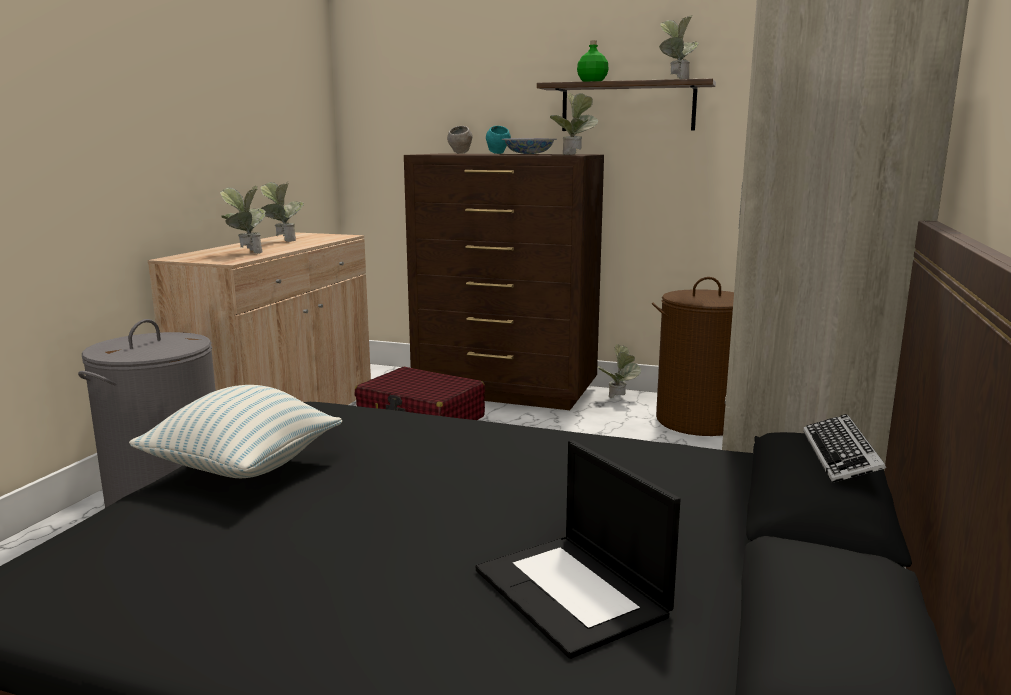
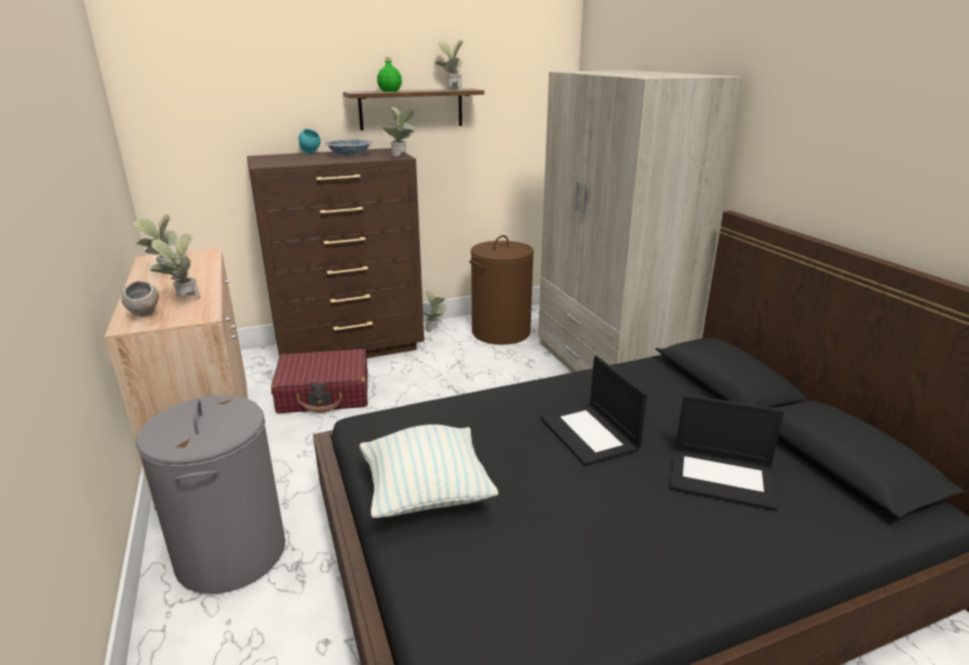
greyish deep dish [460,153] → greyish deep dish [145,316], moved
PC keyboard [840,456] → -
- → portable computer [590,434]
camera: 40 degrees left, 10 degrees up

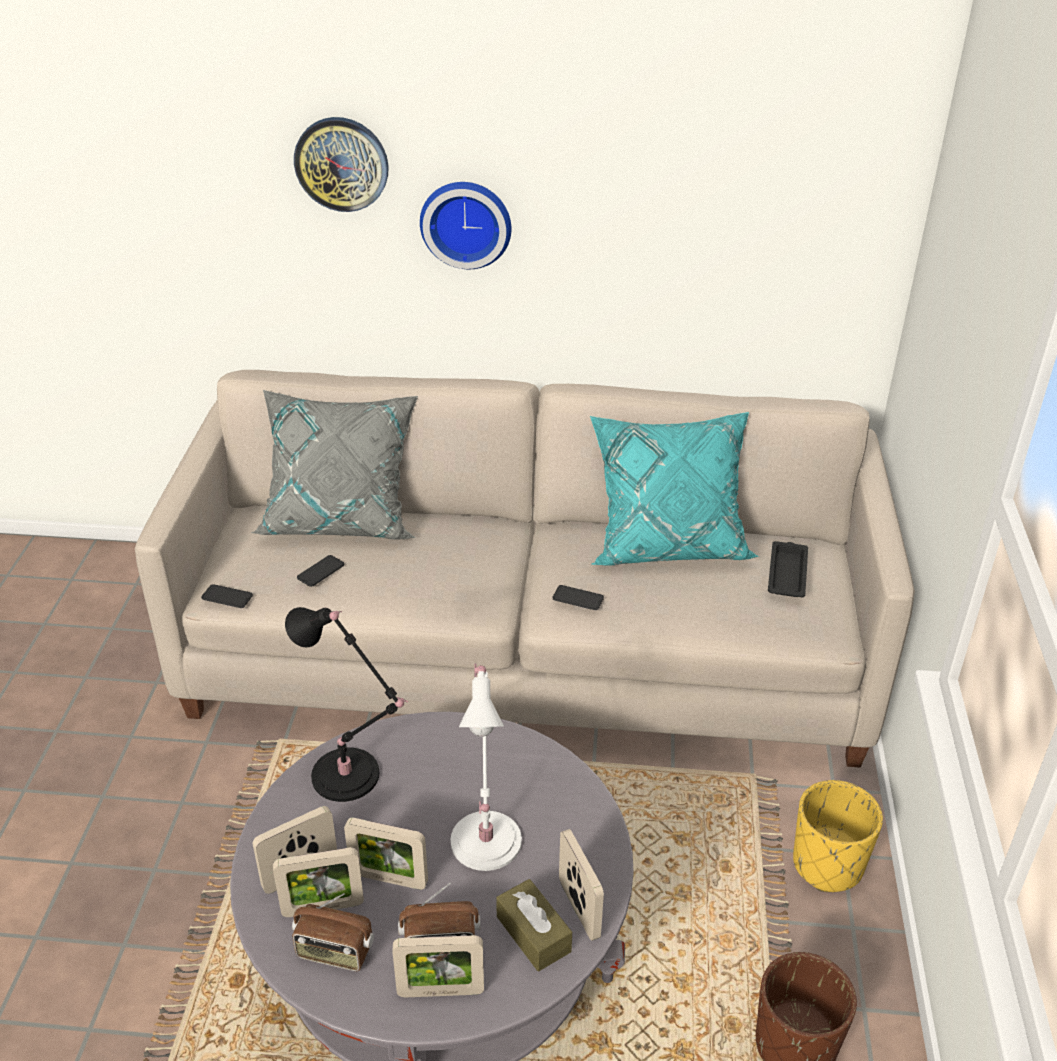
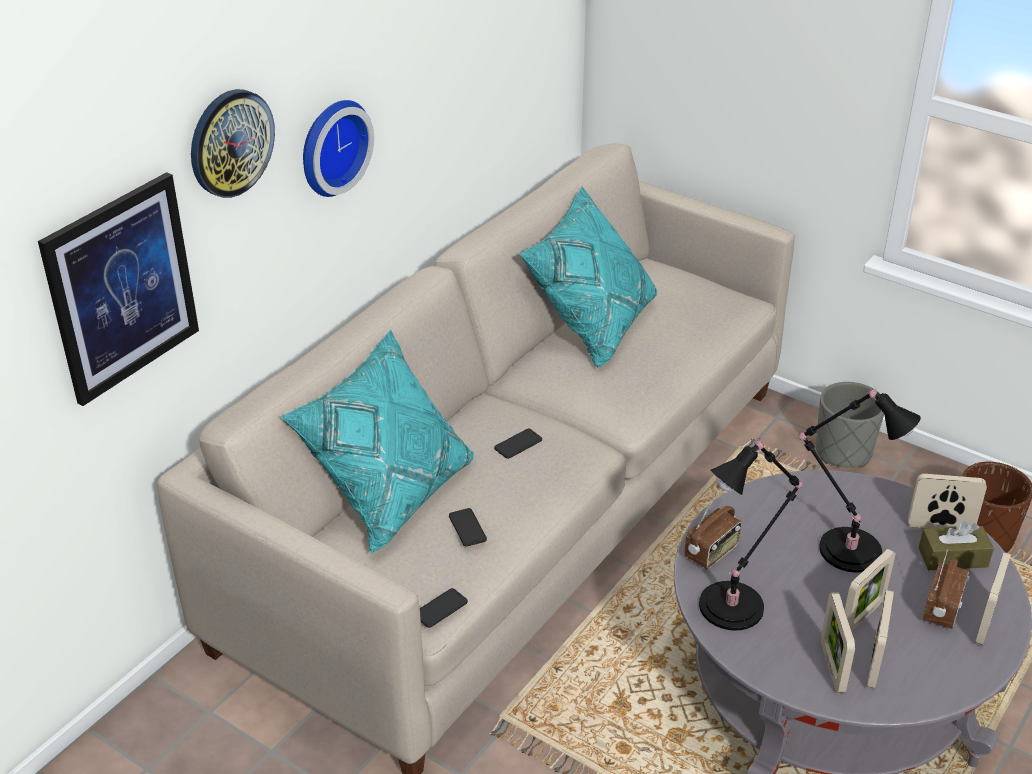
greyish throw pillow [341,518] → turquoise throw pillow [389,491]
black-coloured serving tray [787,573] → -
handset [578,598] → handset [518,444], moved
whitish lamp for a table [486,836] → black-coloured lamp for a table [845,548]
yellow-coloured plant pot [827,865] → greyish plant pot [843,452]
radio set [334,953] → radio set [712,553], moved
- → picture [121,288]
camera: 60 degrees left, 0 degrees up

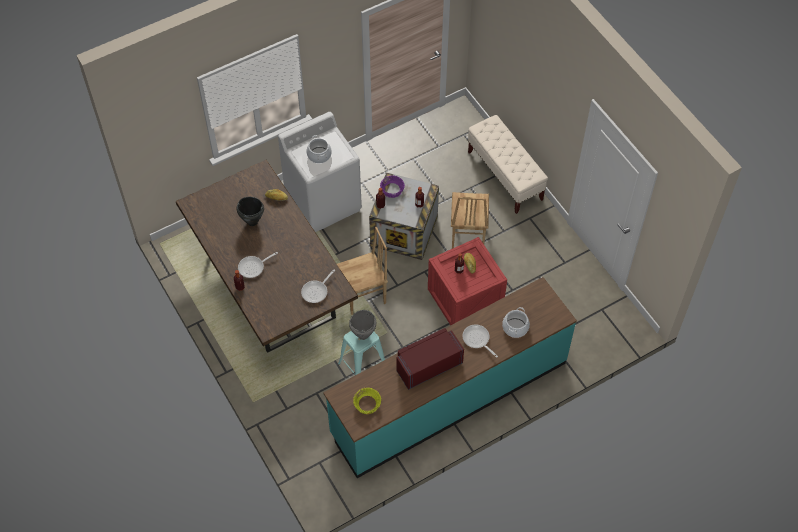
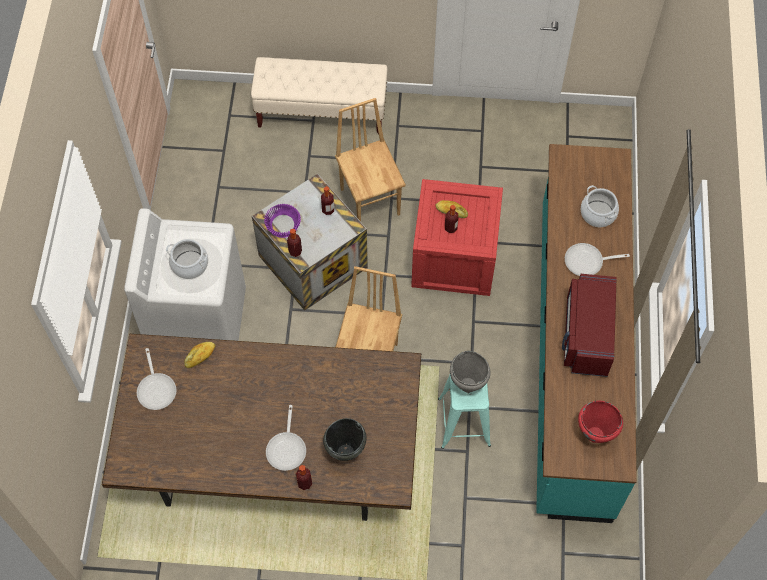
brown upright chair [467,235] → brown upright chair [371,201], 150 degrees counterclockwise
black-coloured saucepot [252,221] → black-coloured saucepot [345,452], moved
skillet [316,291] → skillet [156,389], moved
yellow-coloured deep dish [367,404] → red saucepot [595,435]
camera: 55 degrees left, 5 degrees up

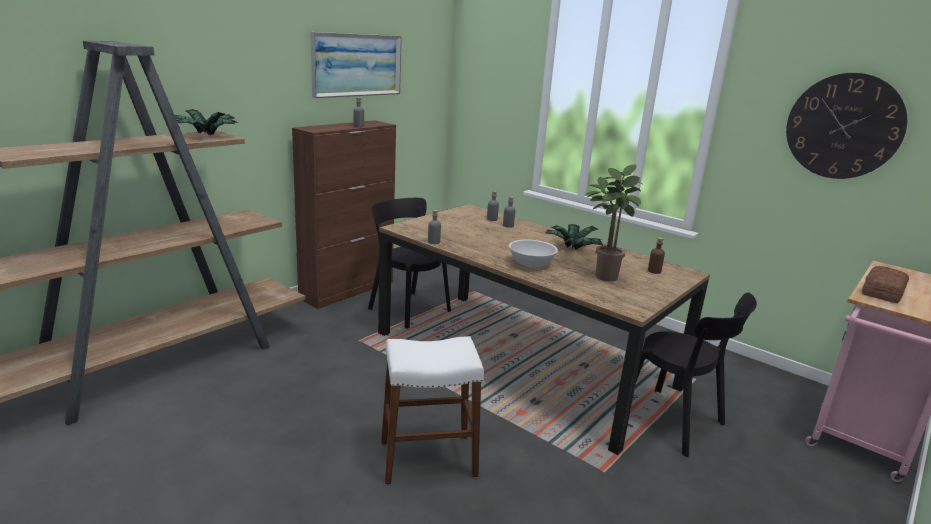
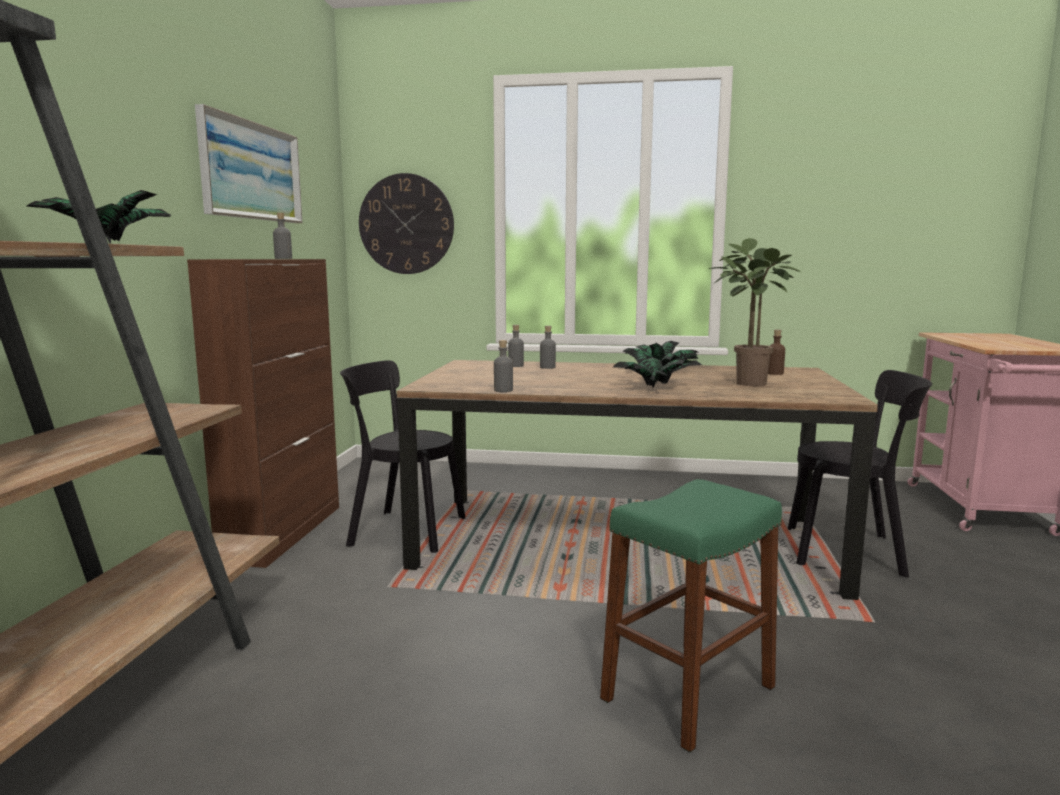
clock on the wall [843,126] → clock on the wall [406,224], moved
whitish deep dish [531,264] → houseplant [657,387]
bakery bread [881,291] → -
whitish stool seat [427,458] → green stool seat [688,693]
camera: 30 degrees left, 10 degrees down

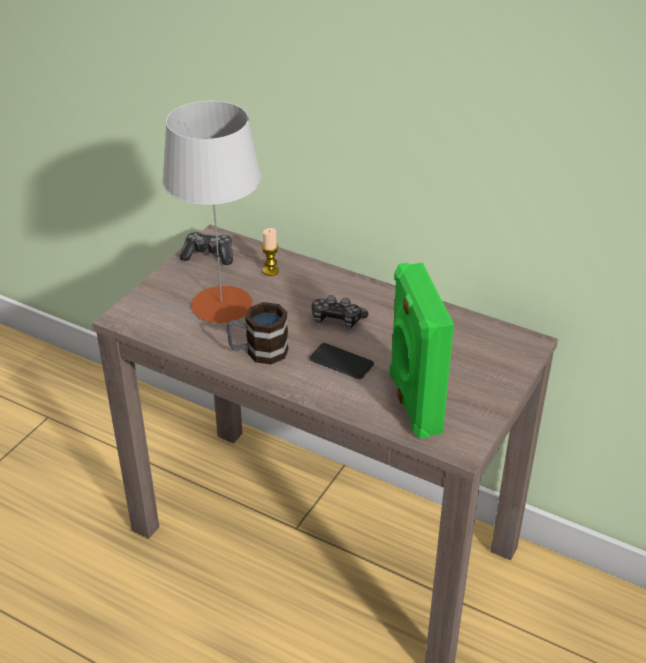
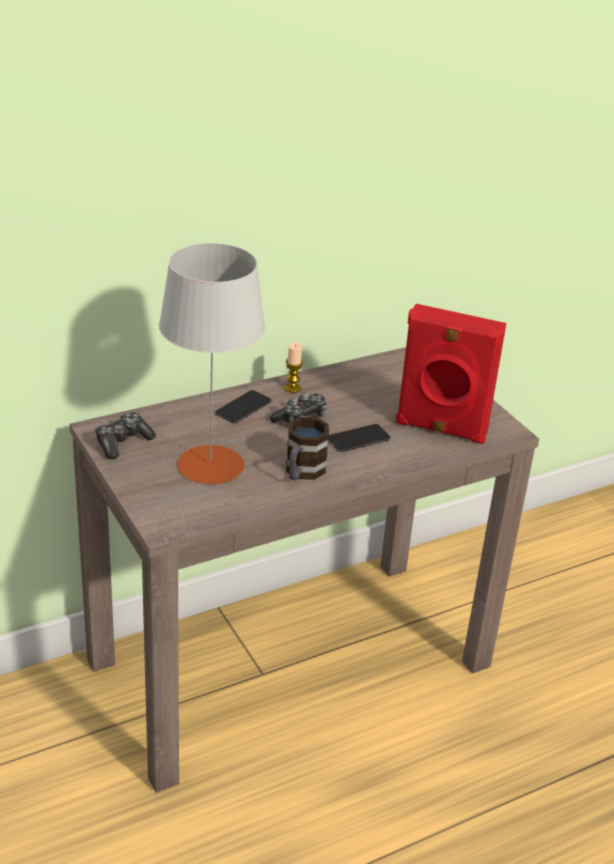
wax light [270,271] → wax light [292,388], moved
green speaker [412,403] → red speaker [440,429]
- → handset [243,407]
camera: 60 degrees left, 5 degrees down

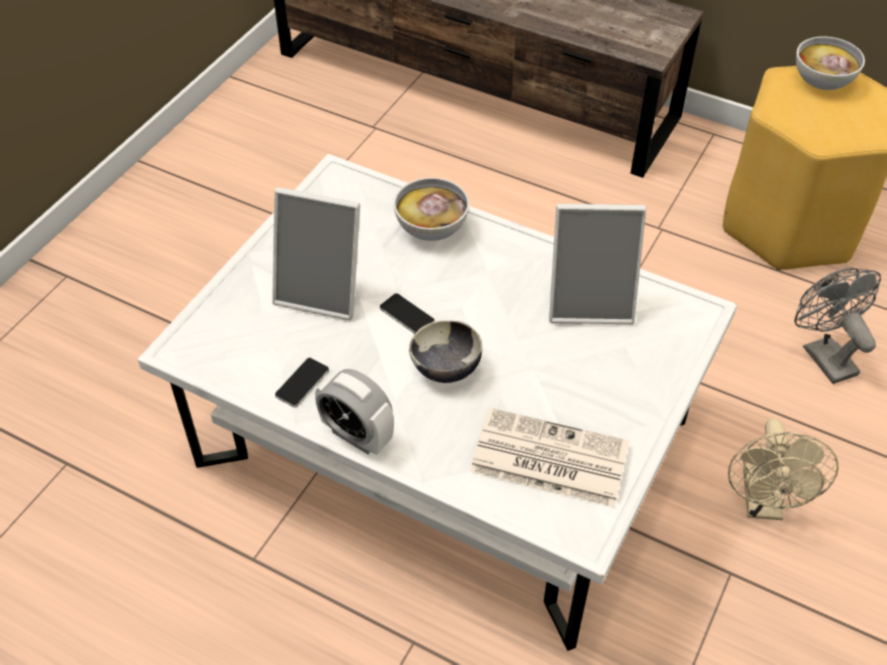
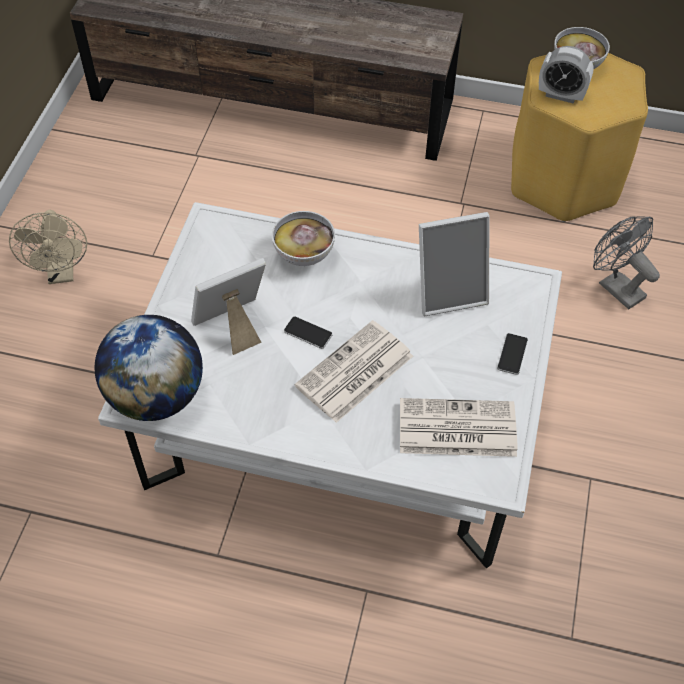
photo frame [323,291] → photo frame [232,327], 150 degrees clockwise
deep dish [446,369] → printed paper [354,373]
handset [302,383] → handset [512,354], moved
alarm clock [357,435] → alarm clock [561,95], moved
beige electric fan [763,504] → beige electric fan [62,273], moved
- → world globe [156,396]
camera: 15 degrees left, 5 degrees up

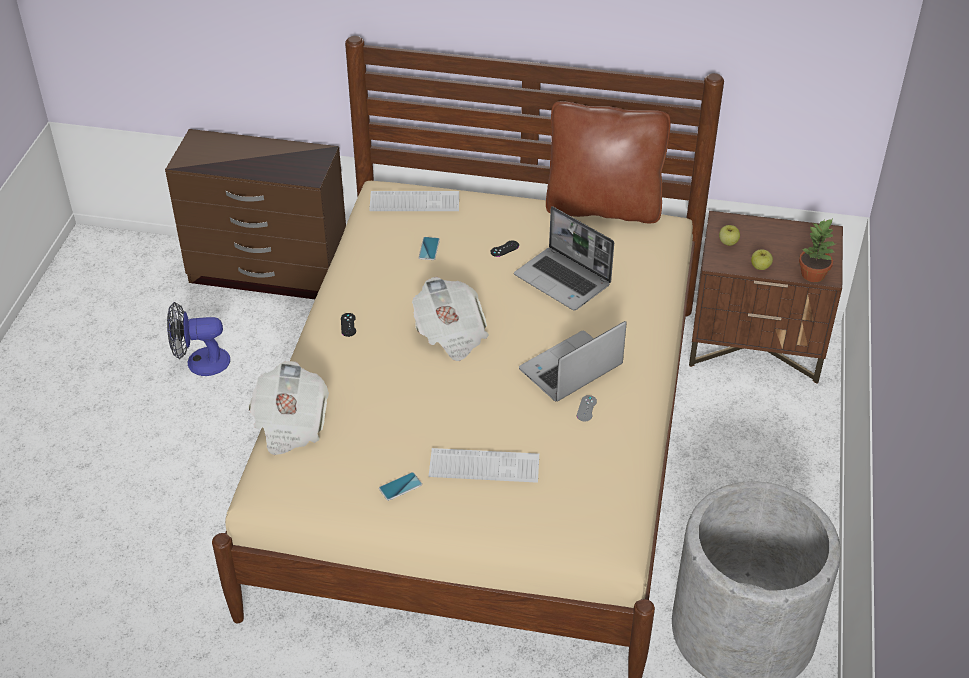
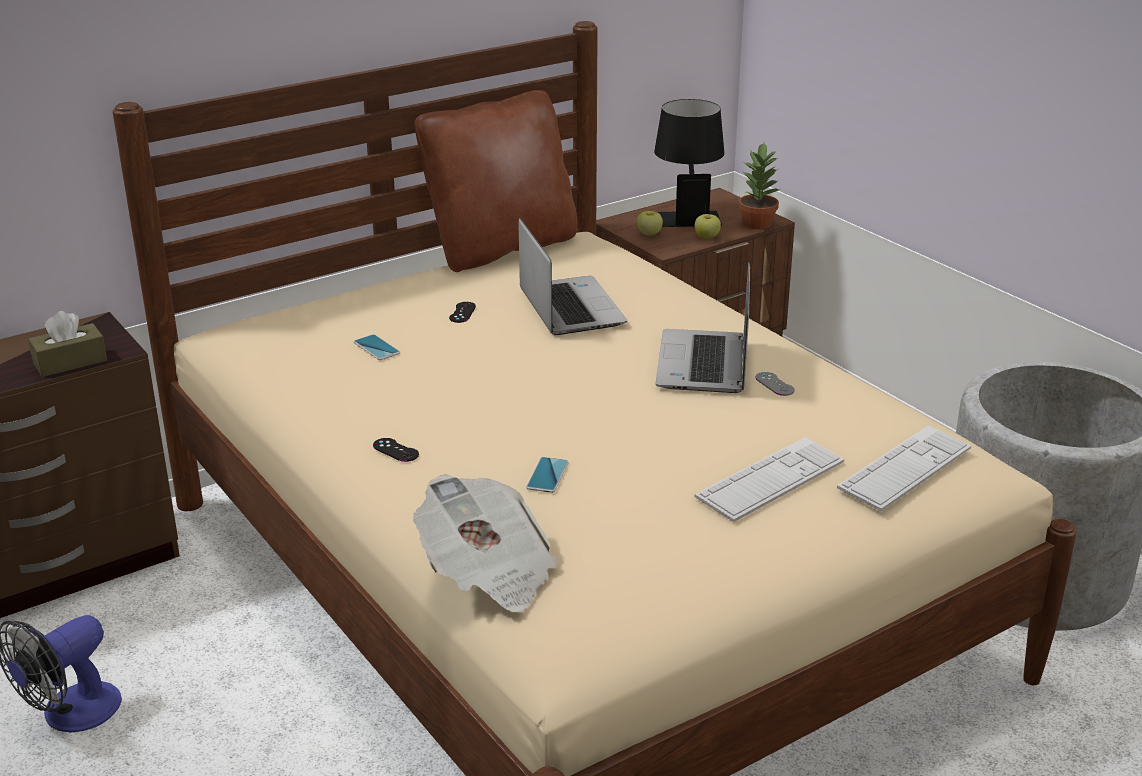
PC keyboard [414,202] → PC keyboard [905,469], moved
portable computer [563,280] → portable computer [569,308], 105 degrees counterclockwise
printed paper [451,334] → -
handset [400,487] → handset [547,475], moved
- → black-coloured lamp for a table [687,213]
- → brown tissue holder [70,362]
camera: 45 degrees left, 15 degrees down

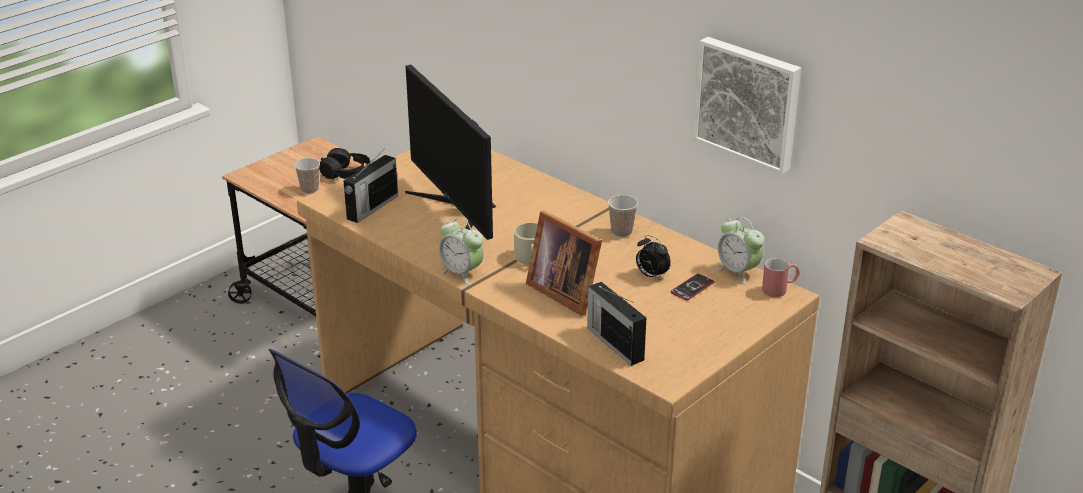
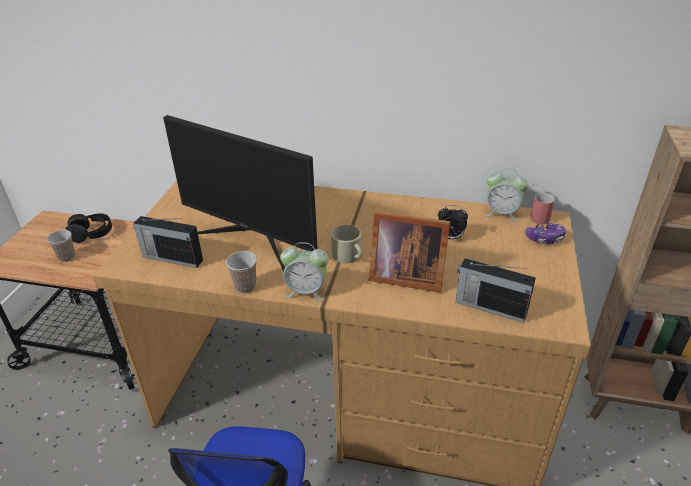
picture [748,103] → -
radio set [371,208] → radio set [171,258], 105 degrees clockwise
drinking cup [621,232] → drinking cup [245,287], moved
handset [692,288] → -
- → gamepad [545,239]
camera: 30 degrees left, 5 degrees up

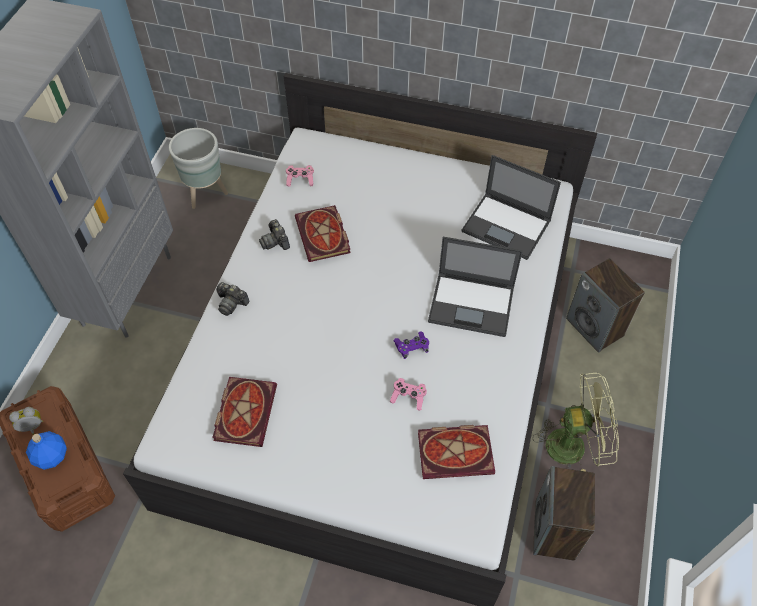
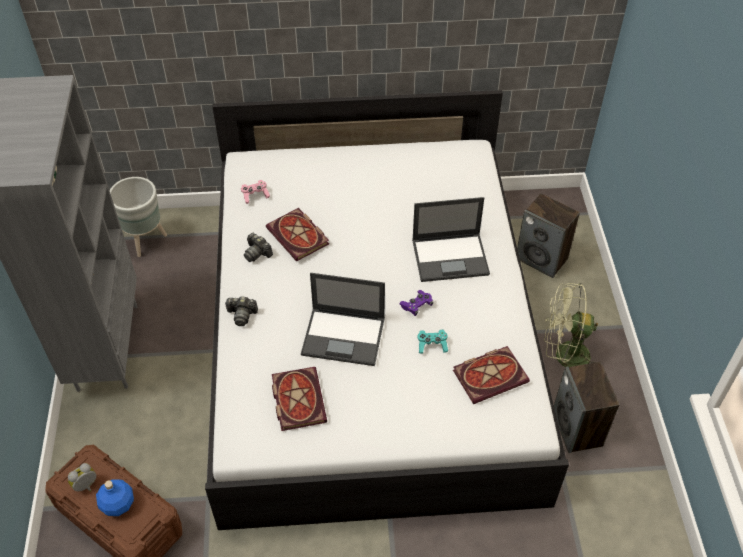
portable computer [507,226] → portable computer [344,336], moved
green electric fan [574,444] → green electric fan [564,356], 150 degrees counterclockwise
pinkish gamepad [408,397] → turquoise gamepad [432,345]
camera: 20 degrees left, 5 degrees down

